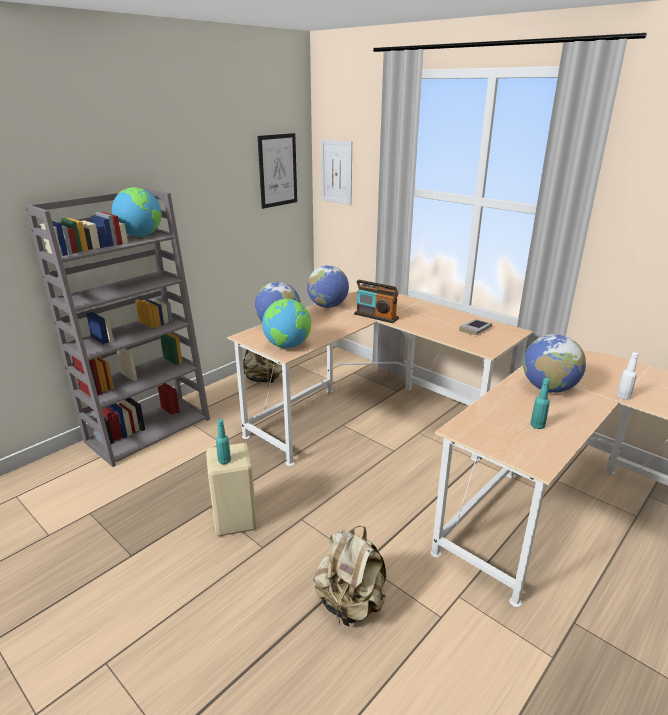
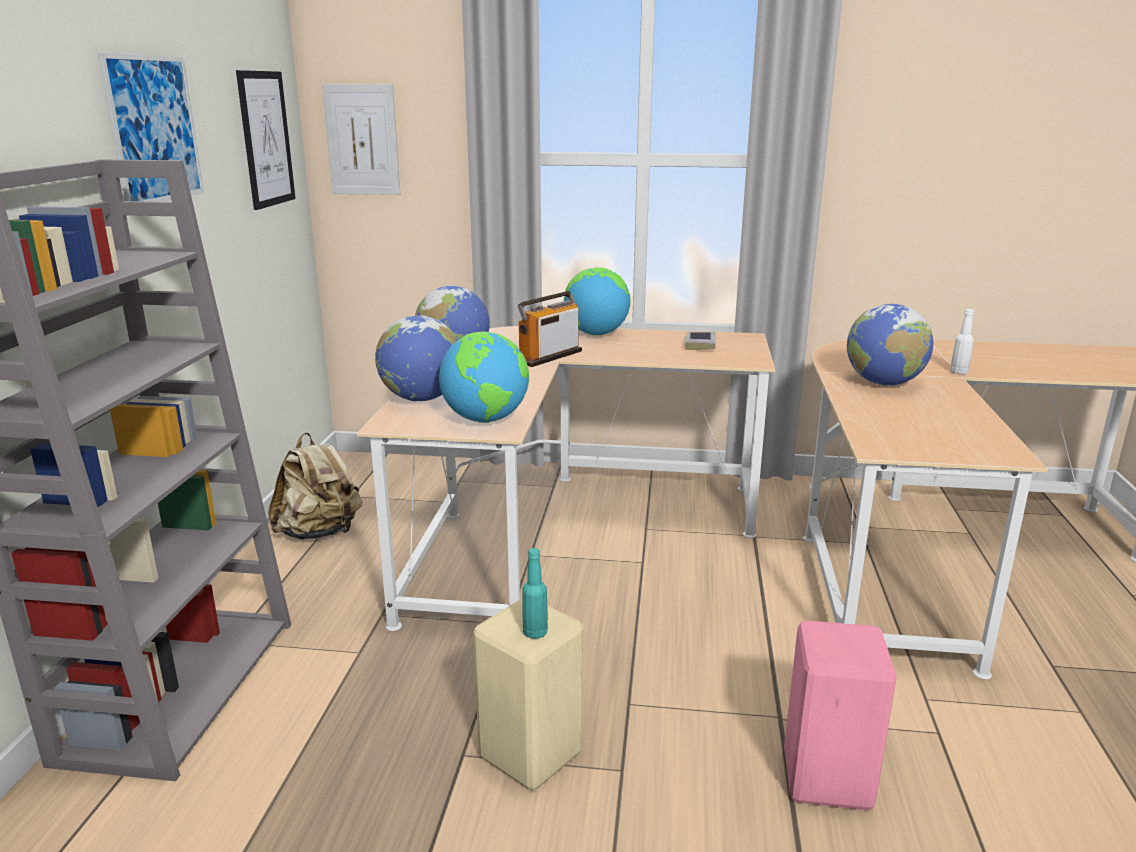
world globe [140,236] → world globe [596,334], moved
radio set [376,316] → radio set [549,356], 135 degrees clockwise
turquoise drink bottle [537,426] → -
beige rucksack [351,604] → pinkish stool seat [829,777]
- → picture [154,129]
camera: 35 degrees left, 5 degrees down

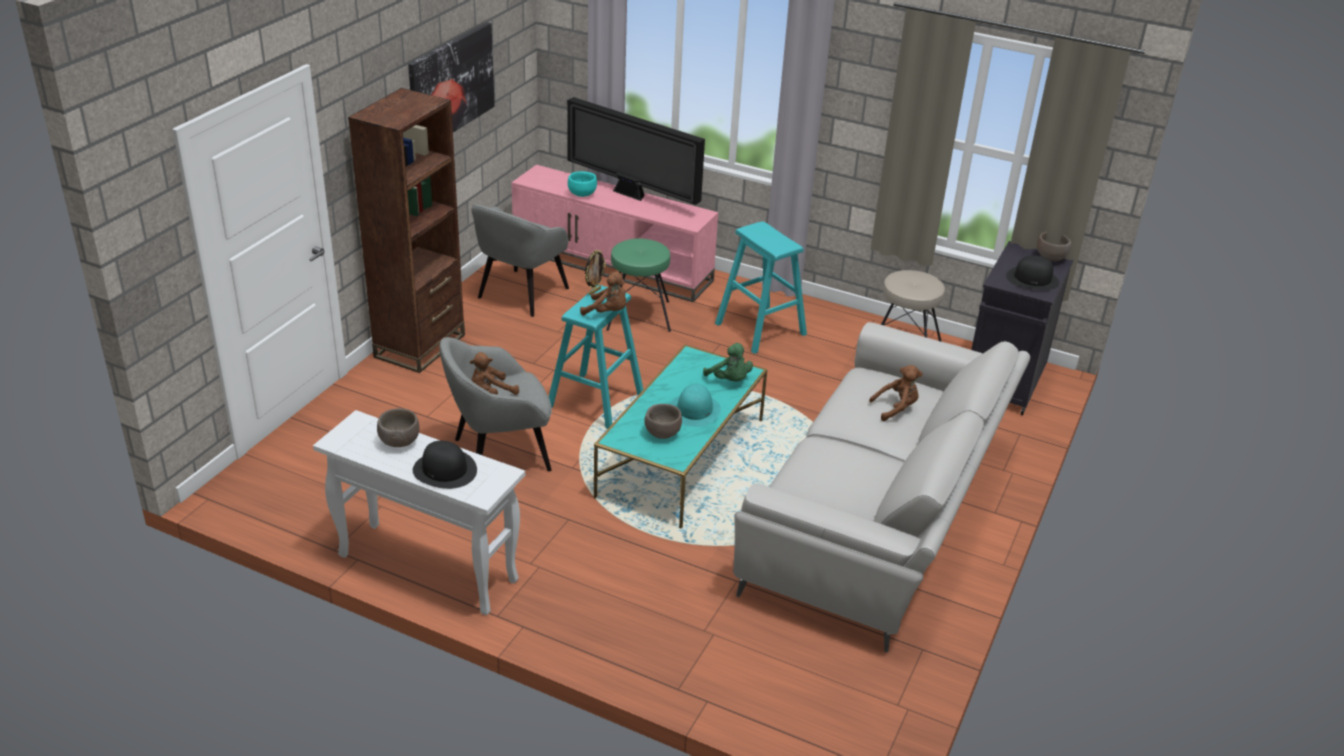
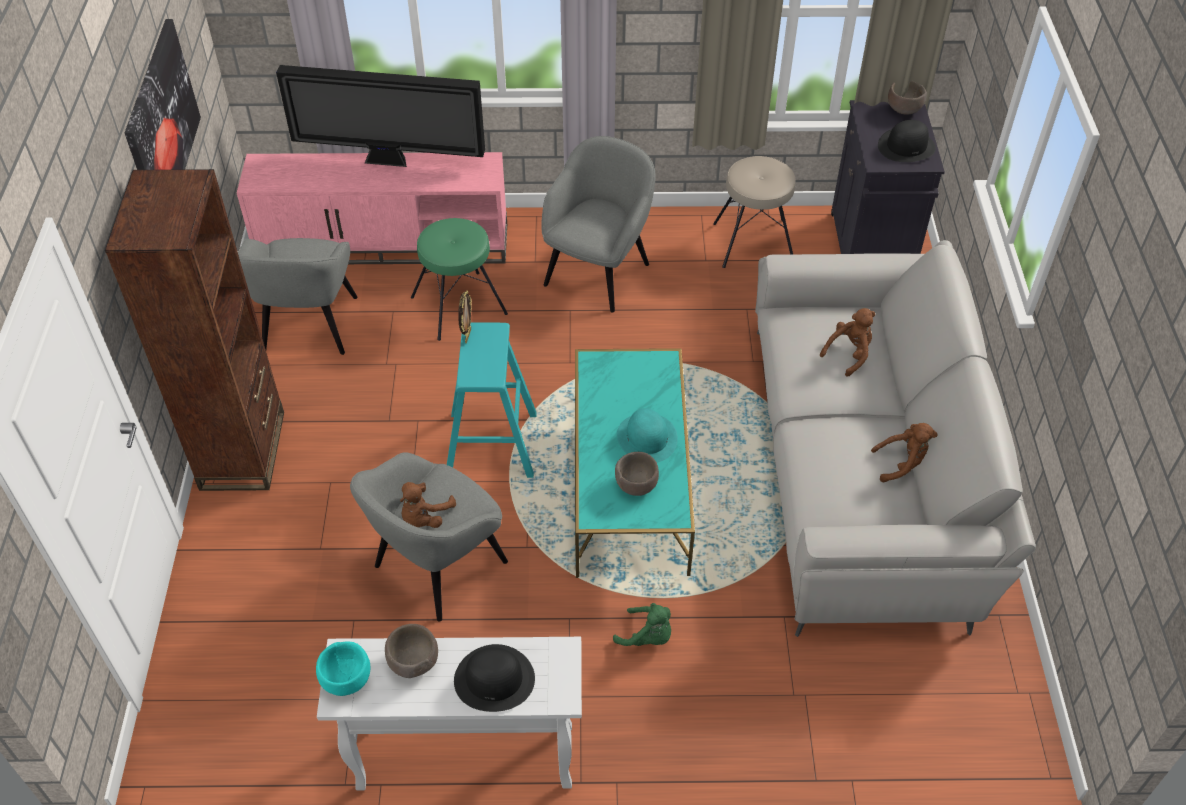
turquoise deep dish [582,194] → turquoise deep dish [347,680], moved
turquoise stool seat [761,329] → greyish easy chair [598,272]
brown soft toy [607,312] → brown soft toy [902,464], moved
green soft toy [729,380] → green soft toy [647,637], moved
camera: 25 degrees left, 15 degrees up

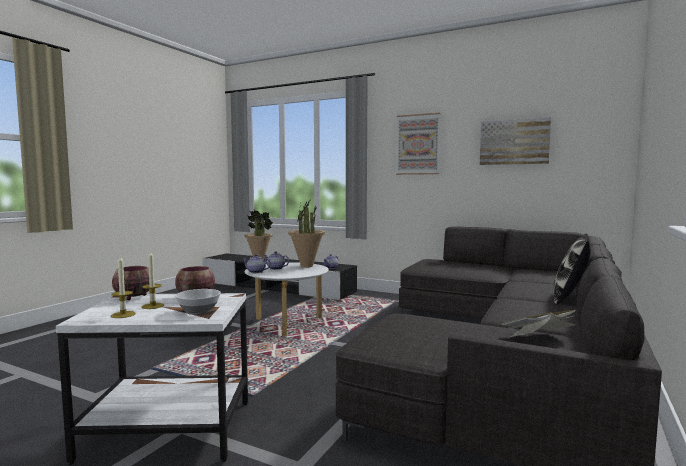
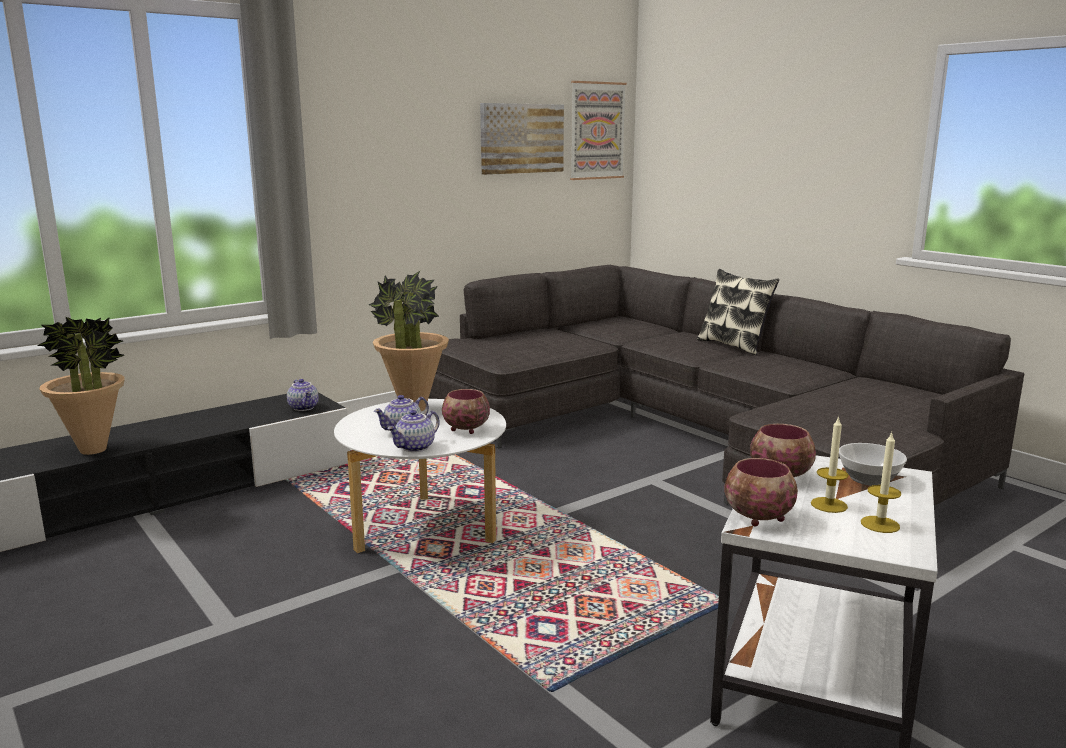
picture [418,144] → picture [597,131], moved
book [538,337] → -
- → deep dish [465,429]
camera: 65 degrees left, 10 degrees up

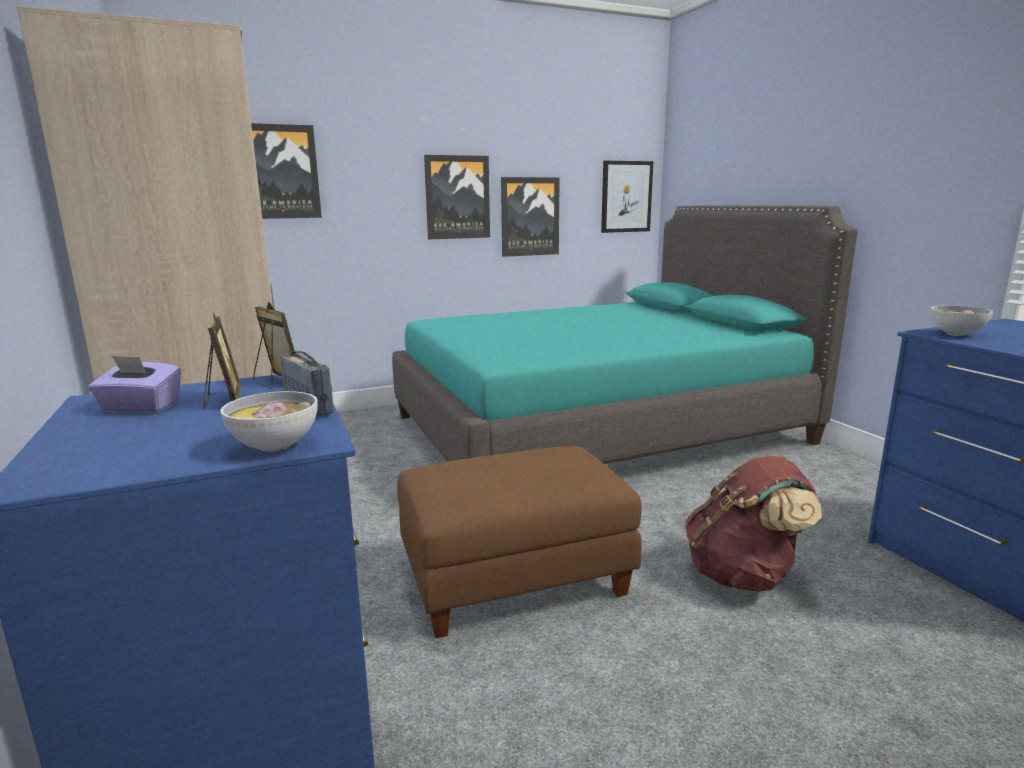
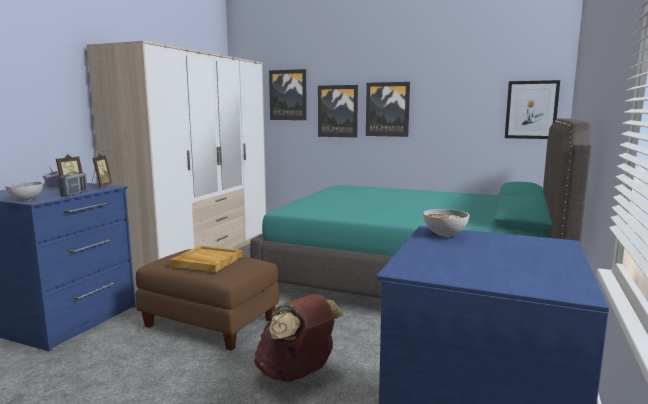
picture [529,216] → picture [338,111], moved
- → beige serving tray [207,261]
camera: 45 degrees right, 5 degrees down

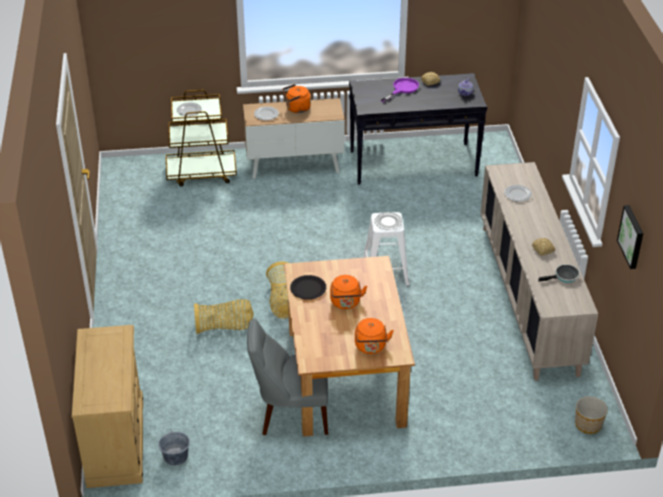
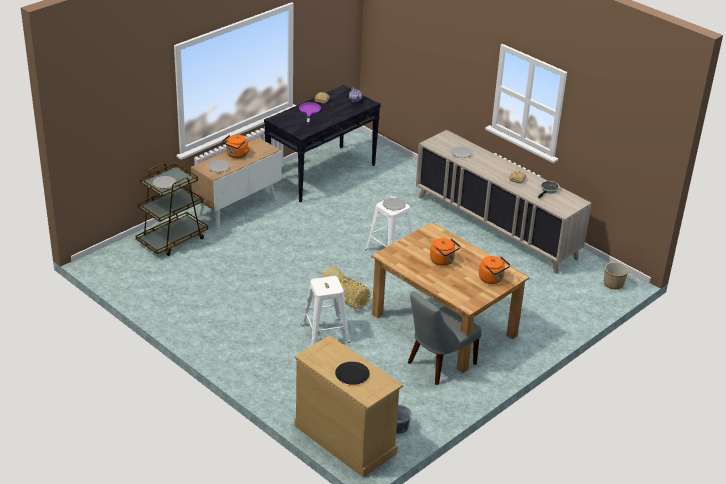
picture [632,236] → -
black-coloured dinner plate [308,288] → black-coloured dinner plate [352,374], moved
household basket [225,327] → whitish stool seat [326,333]
camera: 40 degrees left, 5 degrees down

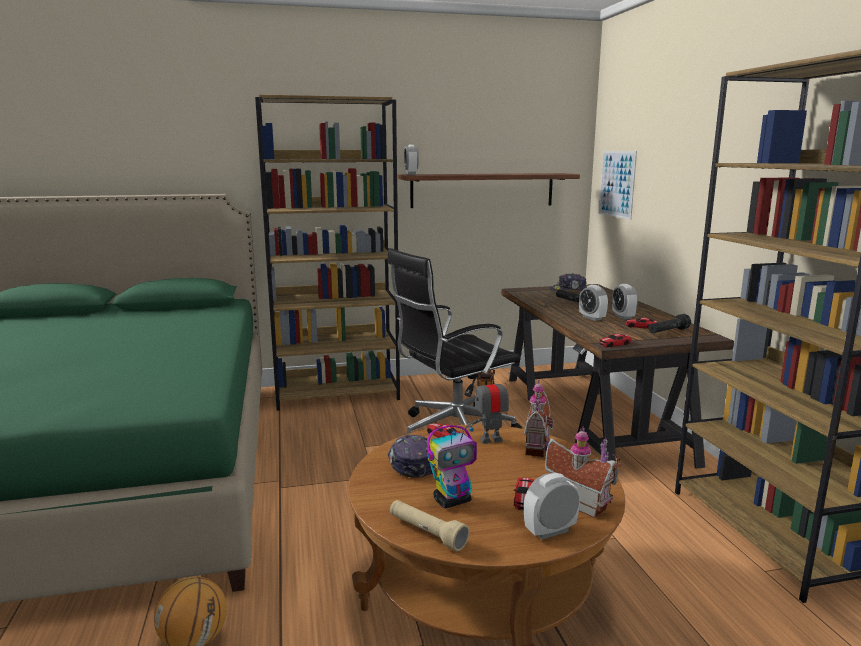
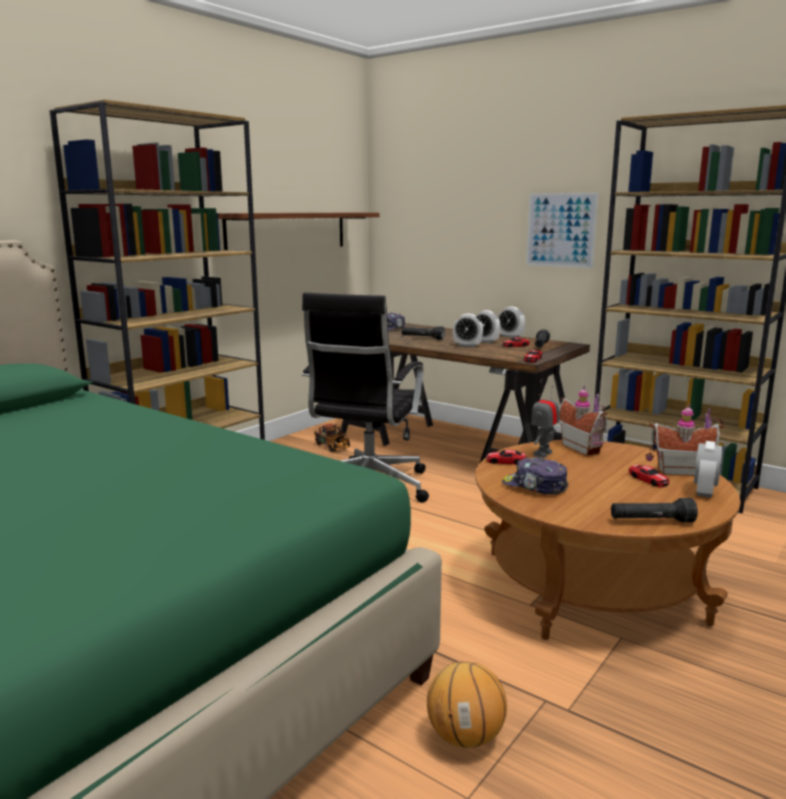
alarm clock [411,174] → alarm clock [510,336], moved
picture [617,184] → picture [560,230], moved
toy robot [452,501] → -
beige flashlight [426,533] → black-coloured flashlight [651,521]
camera: 40 degrees left, 0 degrees up

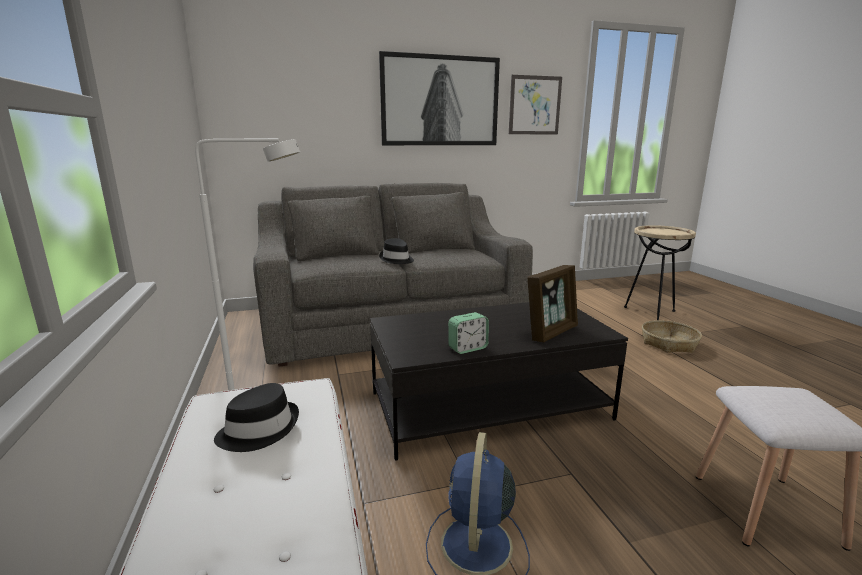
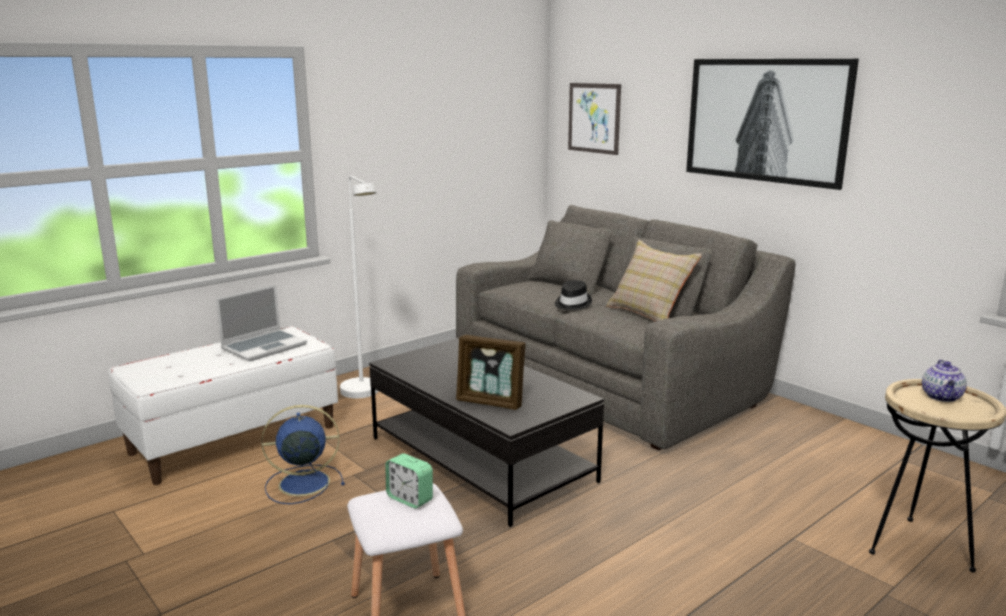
picture [535,105] → picture [594,118], moved
alarm clock [468,348] → alarm clock [410,499], moved
household basket [668,343] → -
black-coloured wearable hat [259,429] → portable computer [264,346]
- → beige throw pillow [649,313]
- → tea pot [942,397]
camera: 65 degrees right, 0 degrees up

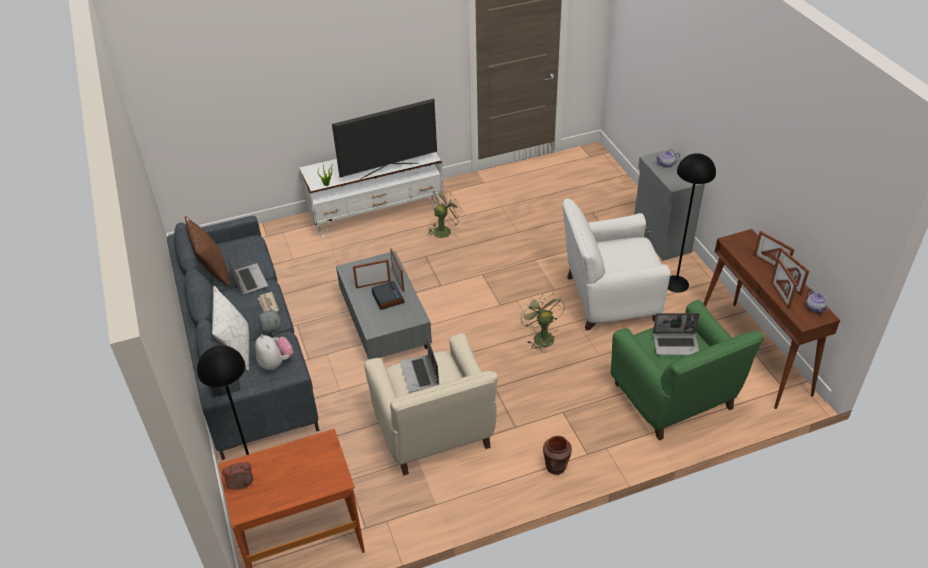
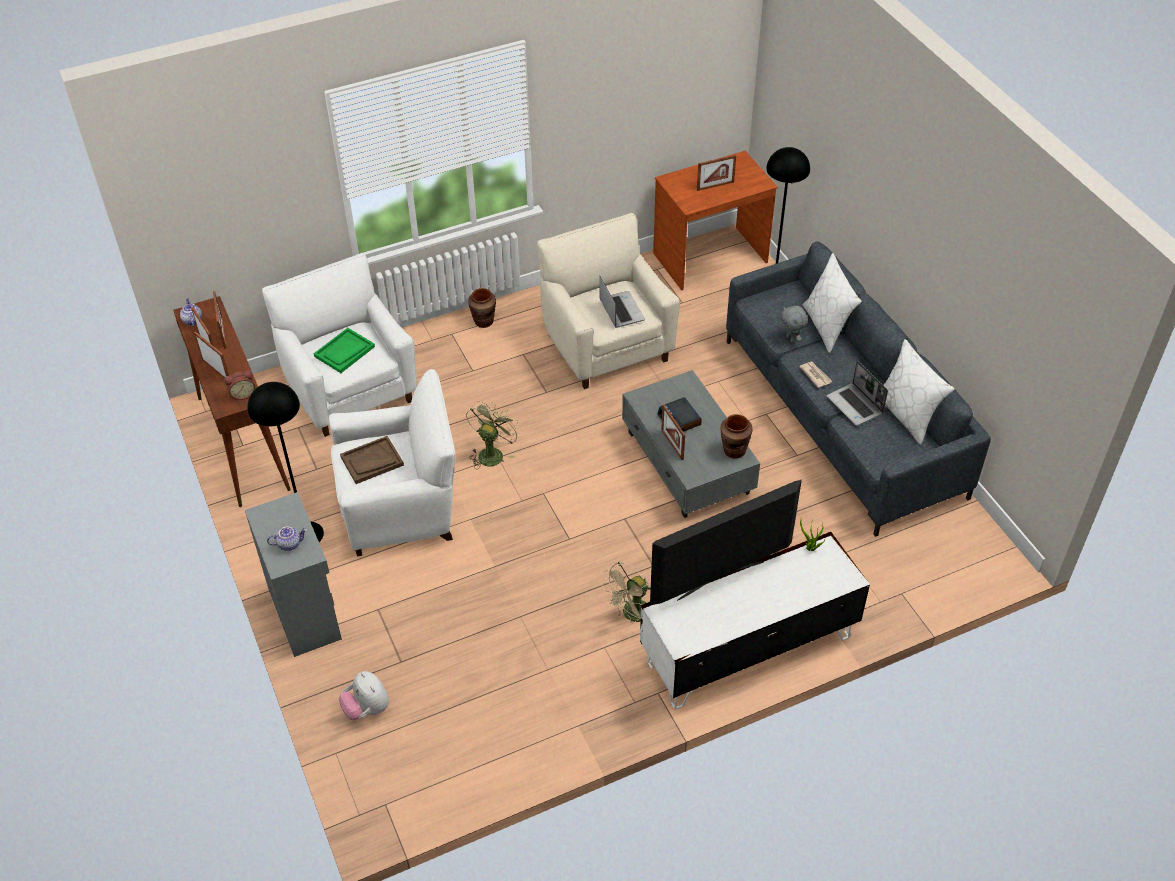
brown throw pillow [213,271] → whitish throw pillow [907,415]
photo frame [373,284] → photo frame [715,186], moved
green electric fan [541,336] → green electric fan [492,453], 135 degrees counterclockwise
green easy chair [674,398] → whitish easy chair [351,389]
portable computer [676,344] → green serving tray [344,352]
soft toy [276,363] → soft toy [367,709], moved
alarm clock [241,485] → alarm clock [243,393], moved
- → brown decorative vase [734,451]
- → brown serving tray [372,461]
camera: 175 degrees right, 5 degrees up

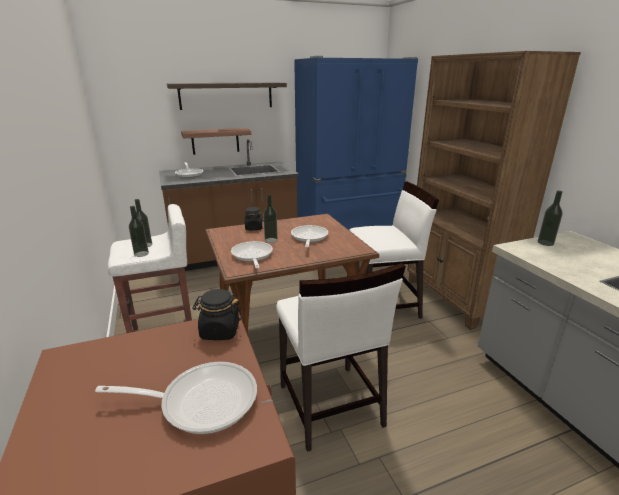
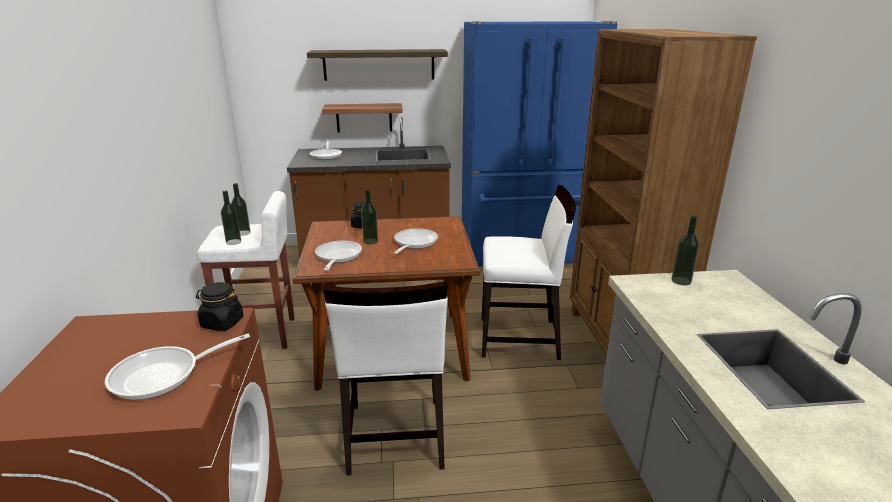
skillet [201,401] → skillet [163,375], 135 degrees clockwise
camera: 15 degrees right, 0 degrees up

